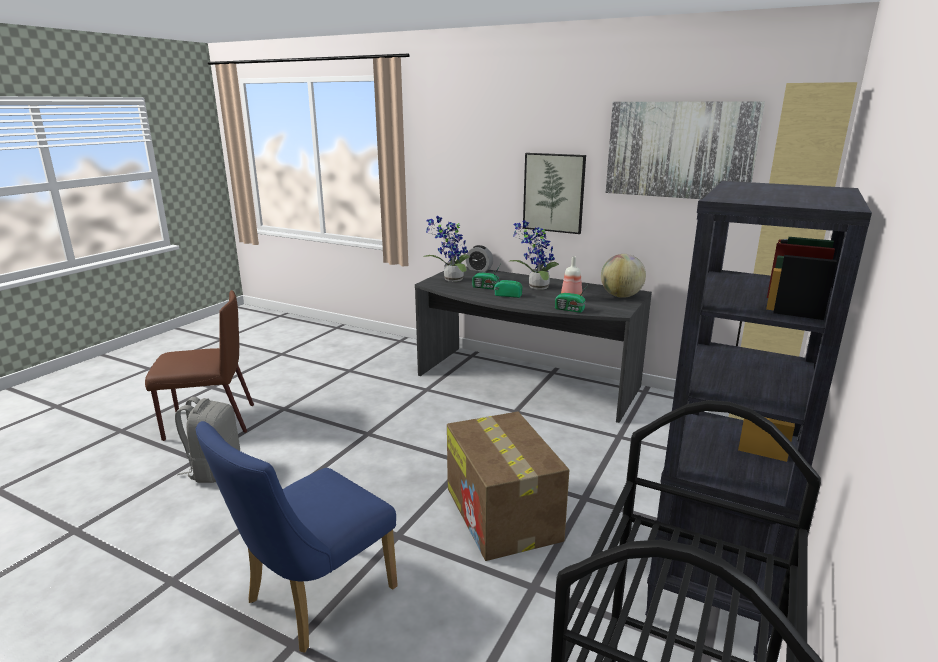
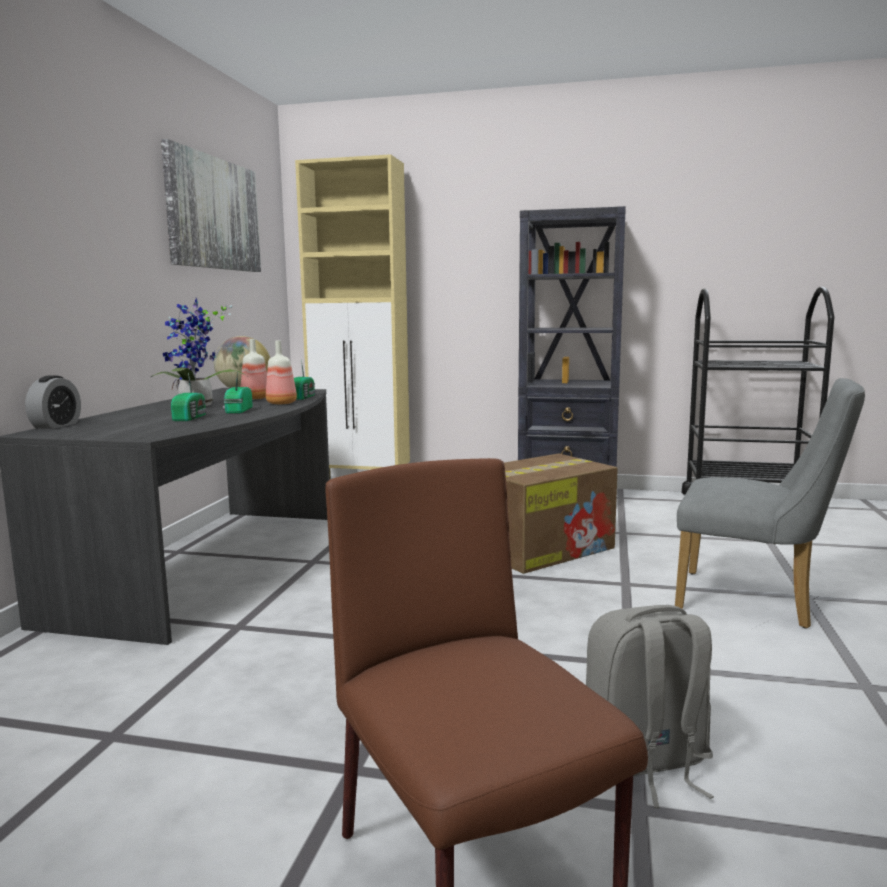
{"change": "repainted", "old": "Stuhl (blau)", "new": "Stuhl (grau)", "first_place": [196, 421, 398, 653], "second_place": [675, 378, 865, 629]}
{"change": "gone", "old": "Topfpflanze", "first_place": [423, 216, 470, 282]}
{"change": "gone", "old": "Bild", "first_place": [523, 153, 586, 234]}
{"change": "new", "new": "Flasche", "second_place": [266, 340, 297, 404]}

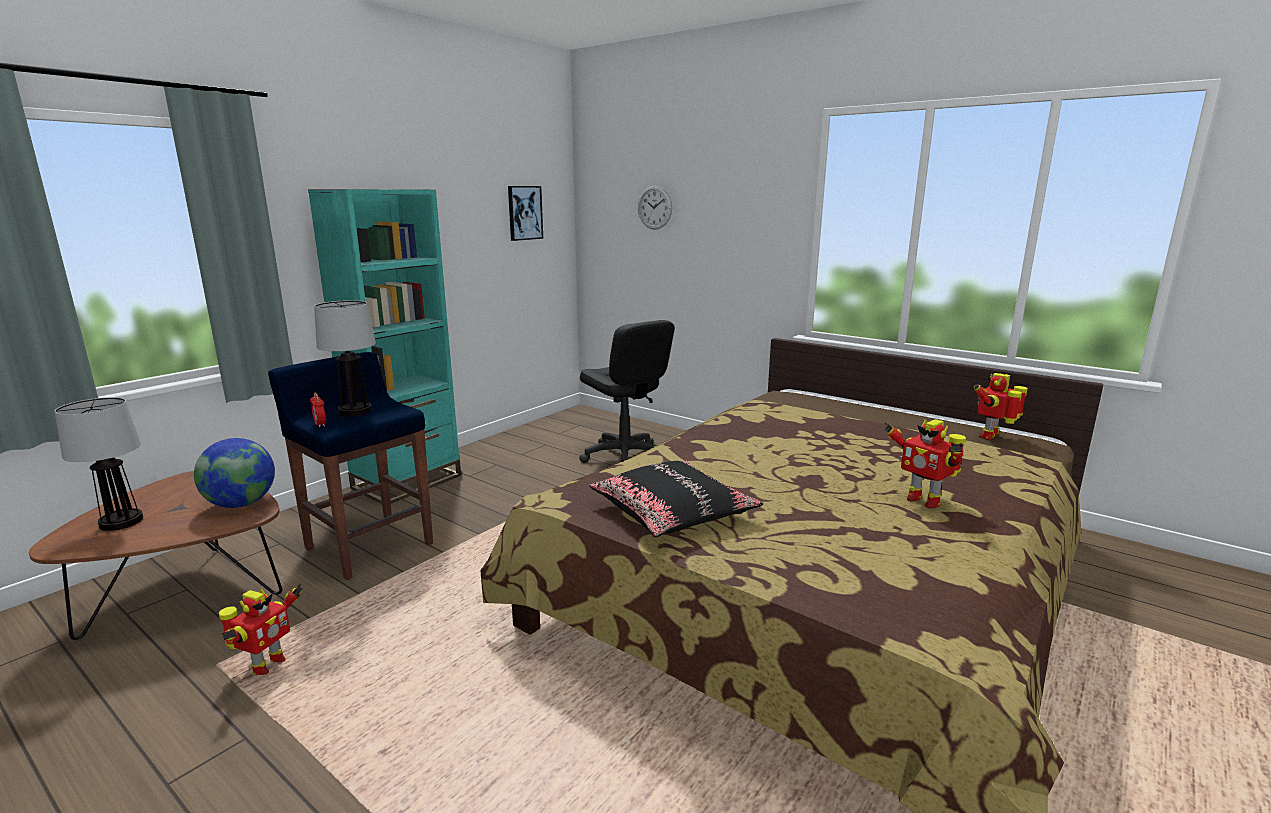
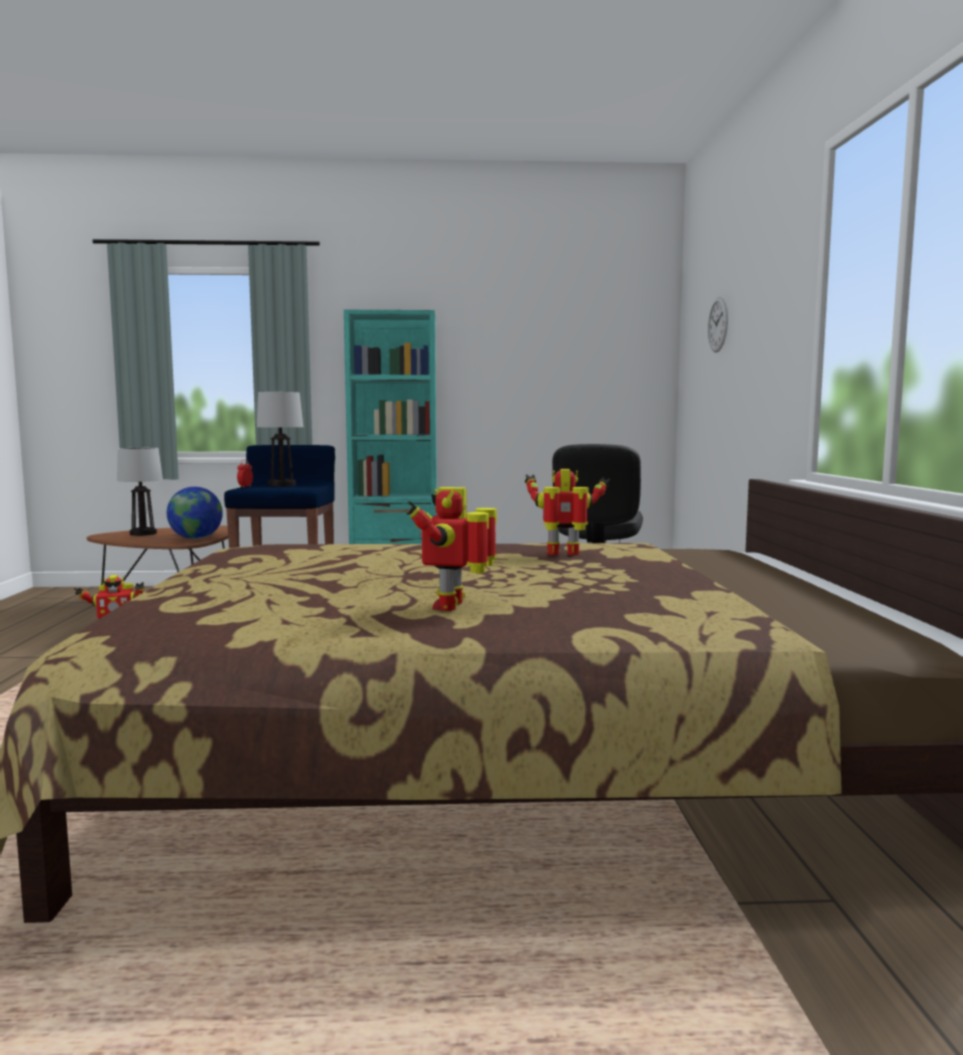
{"change": "gone", "old": "Bild", "first_place": [508, 186, 543, 241]}
{"change": "gone", "old": "Kissen (schwarz)", "first_place": [589, 461, 763, 537]}
{"change": "shifted", "old": "Spielzeugroboter", "first_place": [972, 373, 1028, 440], "second_place": [525, 469, 610, 555]}

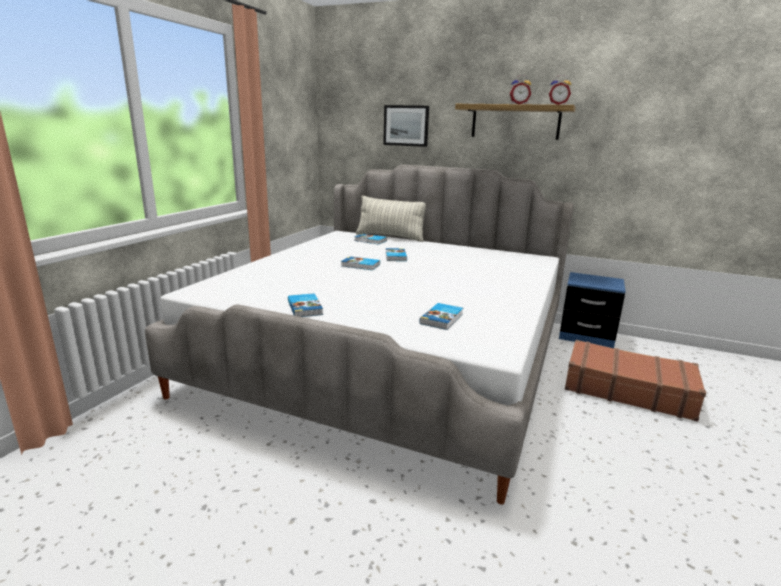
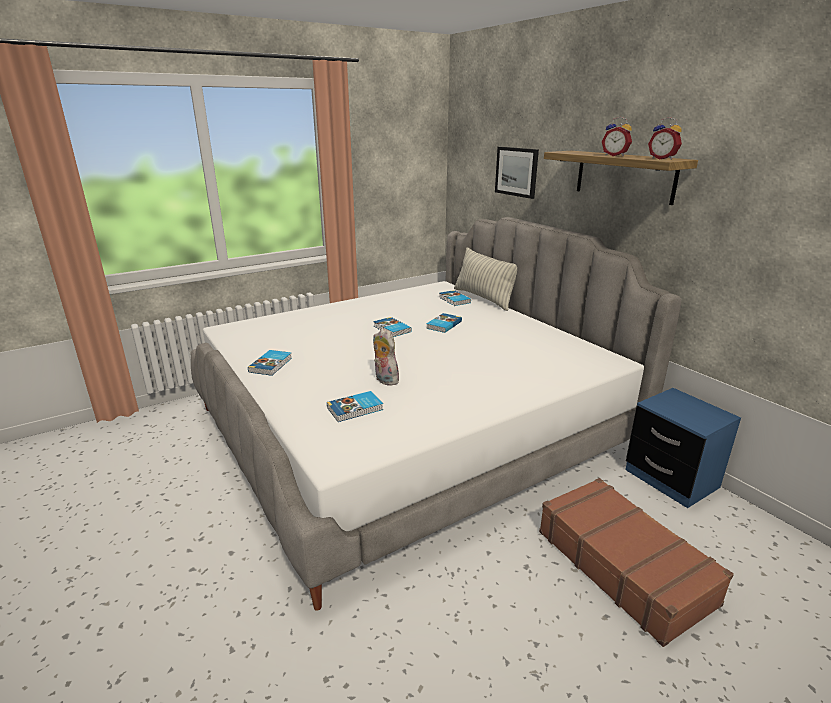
{"change": "new", "new": "Plüschtier", "second_place": [373, 328, 402, 386]}

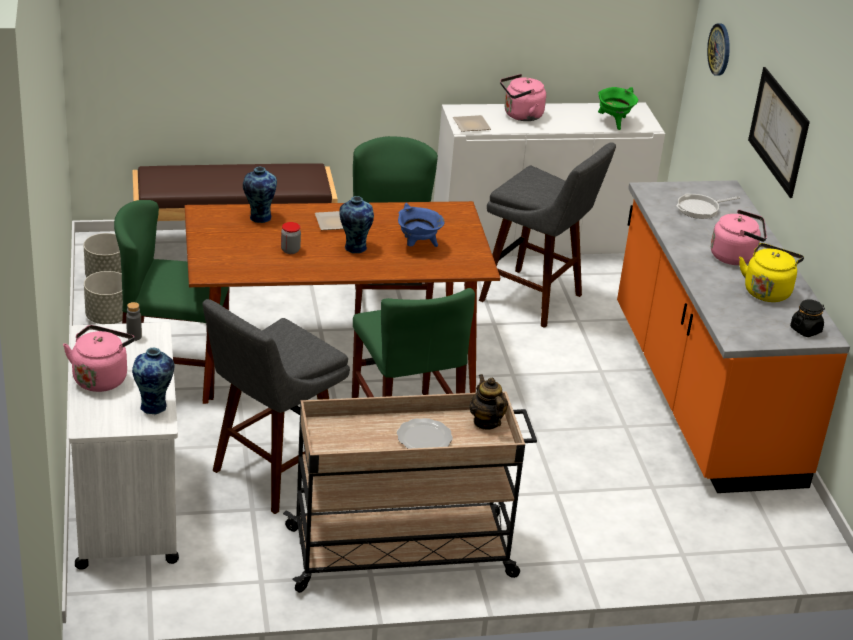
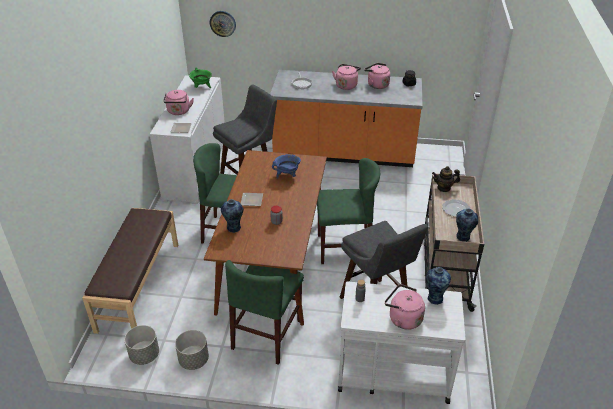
{"change": "shifted", "old": "Vase", "first_place": [339, 196, 374, 253], "second_place": [456, 208, 478, 242]}
{"change": "repainted", "old": "Wasserkessel (gelb)", "new": "Wasserkessel (rosa)", "first_place": [739, 243, 804, 302], "second_place": [364, 63, 390, 89]}
{"change": "gone", "old": "Bild", "first_place": [748, 67, 810, 198]}

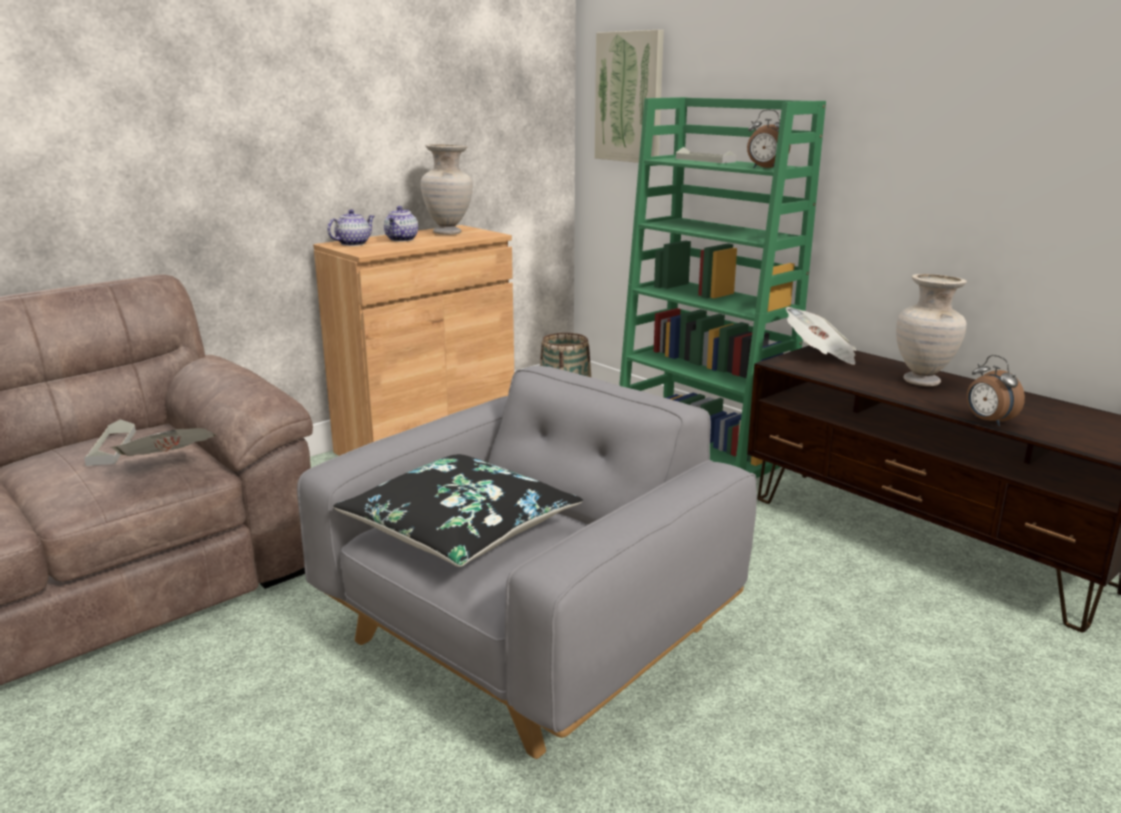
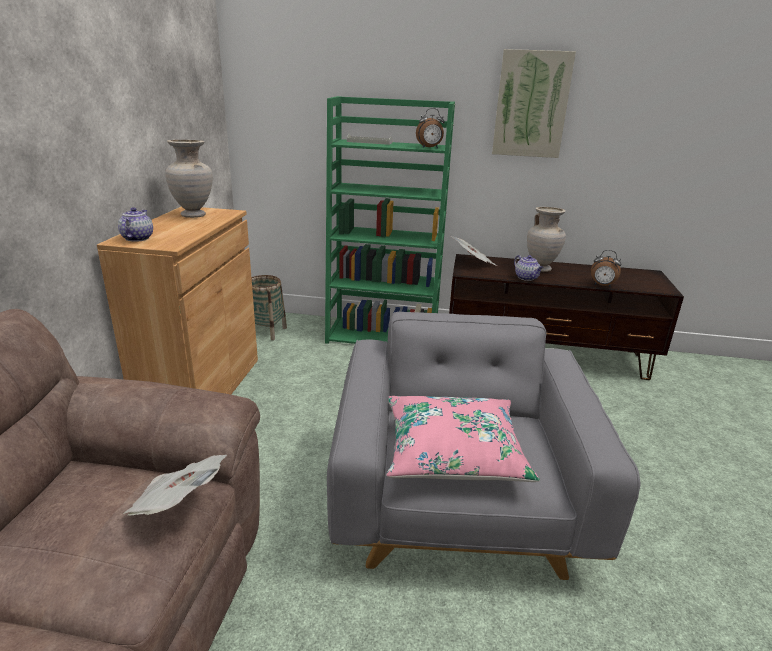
{"change": "gone", "old": "Tablett (grau)", "first_place": [84, 420, 136, 466]}
{"change": "repainted", "old": "Kissen (schwarz)", "new": "Kissen (rosa)", "first_place": [333, 454, 583, 567], "second_place": [386, 396, 540, 482]}
{"change": "shifted", "old": "Teekanne", "first_place": [384, 206, 418, 242], "second_place": [514, 255, 544, 281]}
{"change": "shifted", "old": "Bild", "first_place": [595, 30, 664, 163], "second_place": [492, 49, 576, 158]}

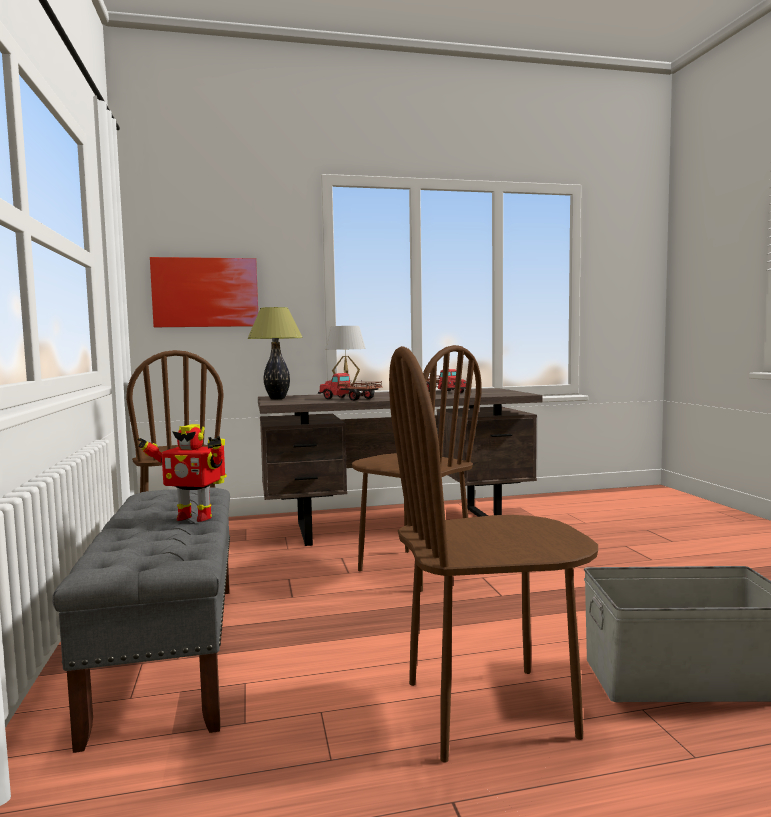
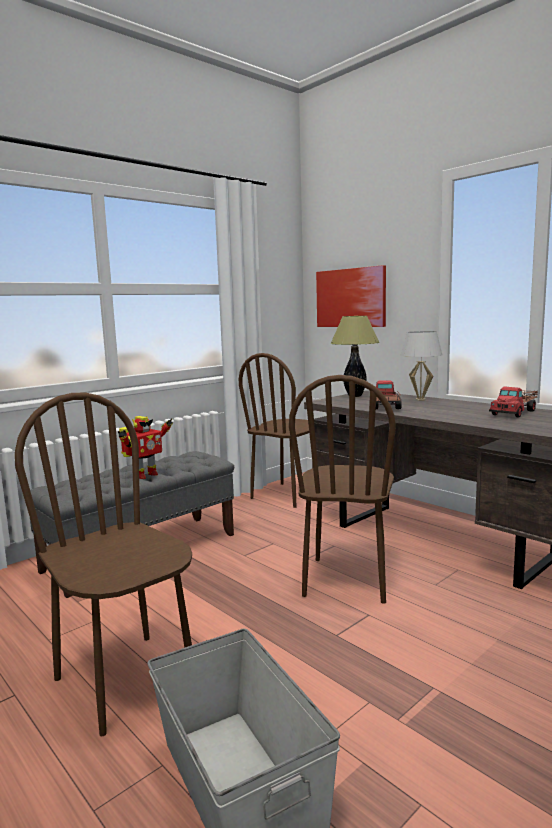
{"change": "rotated", "old": "Spielzeugroboter", "first_place": [137, 424, 227, 522], "second_place": [118, 416, 173, 479], "degrees": -120}

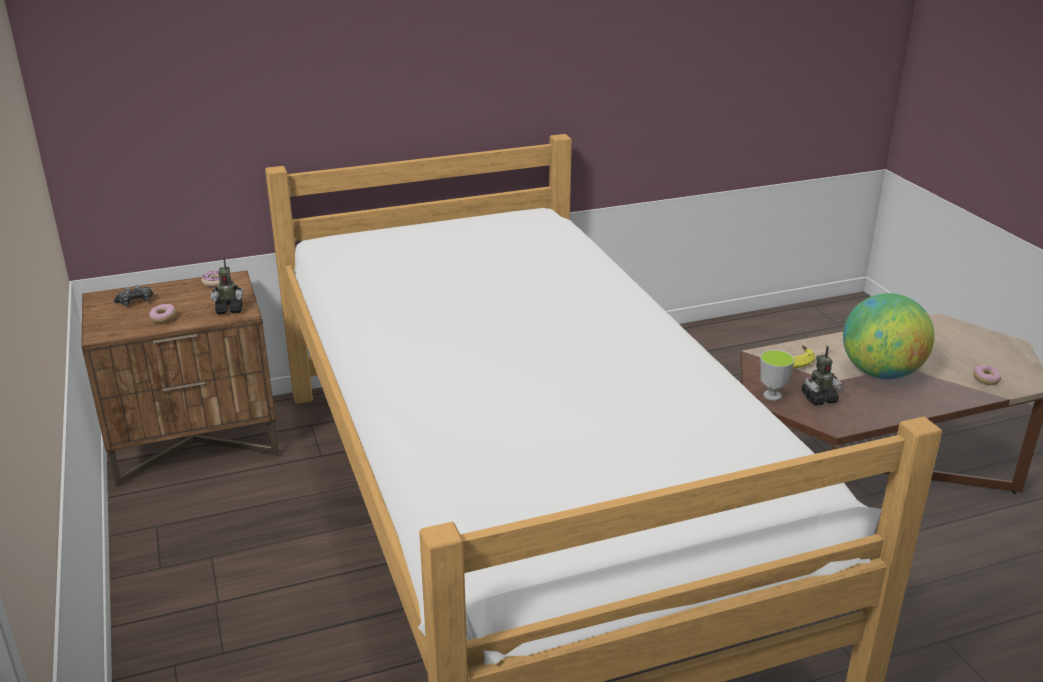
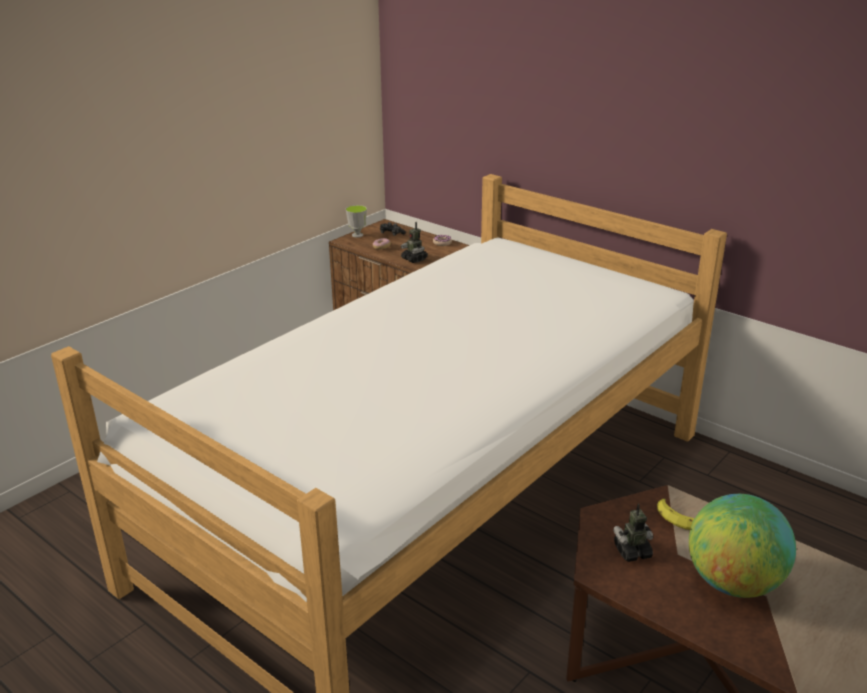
{"change": "shifted", "old": "Tasse", "first_place": [760, 350, 795, 401], "second_place": [346, 205, 367, 238]}
{"change": "rotated", "old": "Spielzeugroboter", "first_place": [802, 346, 843, 405], "second_place": [613, 503, 653, 562], "degrees": 120}
{"change": "gone", "old": "Donut", "first_place": [973, 365, 1001, 385]}

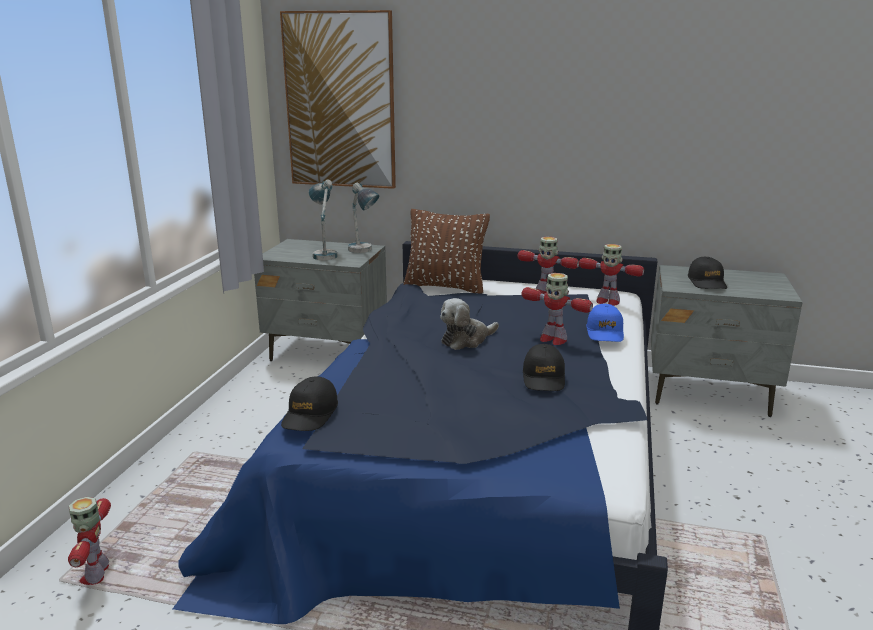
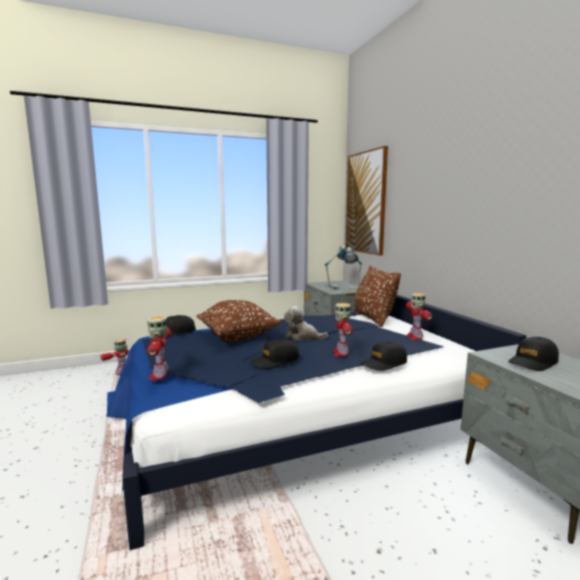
{"change": "shifted", "old": "Spielzeugroboter", "first_place": [579, 244, 644, 306], "second_place": [147, 317, 171, 380]}
{"change": "repainted", "old": "Kappe (blau)", "new": "Kappe (schwarz)", "first_place": [586, 304, 624, 342], "second_place": [361, 341, 407, 371]}
{"change": "new", "new": "Kissen (braun)", "second_place": [196, 300, 281, 342]}

